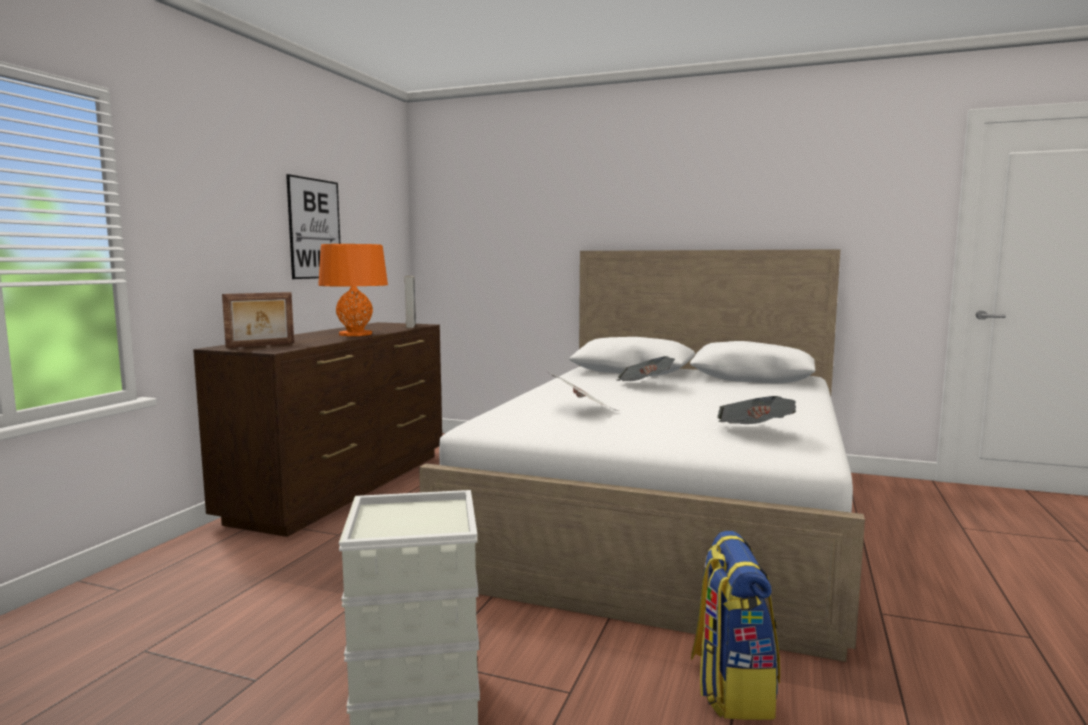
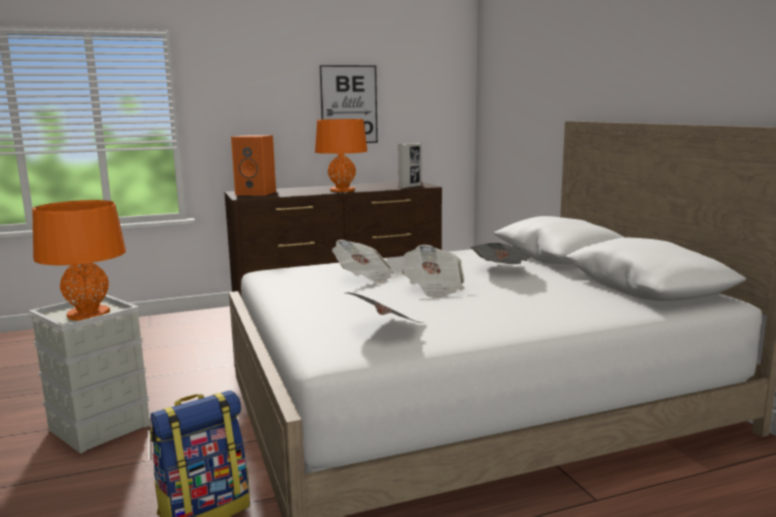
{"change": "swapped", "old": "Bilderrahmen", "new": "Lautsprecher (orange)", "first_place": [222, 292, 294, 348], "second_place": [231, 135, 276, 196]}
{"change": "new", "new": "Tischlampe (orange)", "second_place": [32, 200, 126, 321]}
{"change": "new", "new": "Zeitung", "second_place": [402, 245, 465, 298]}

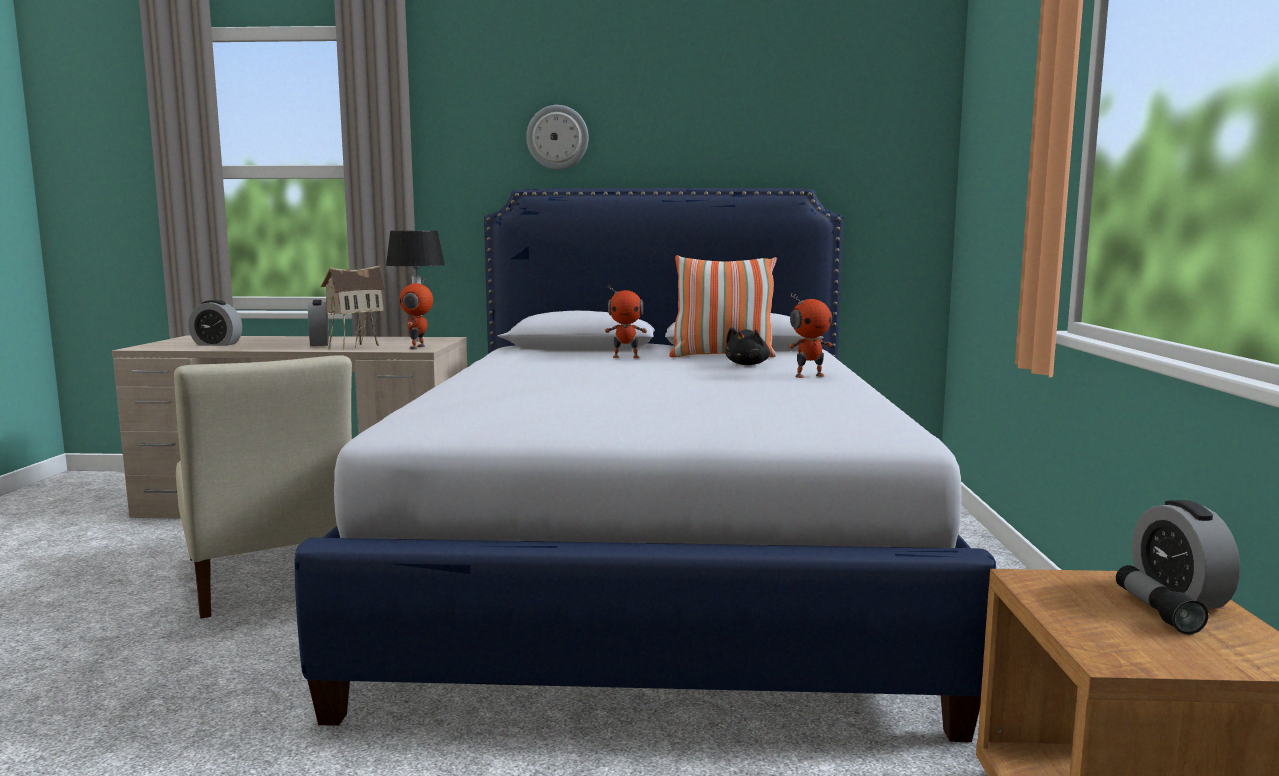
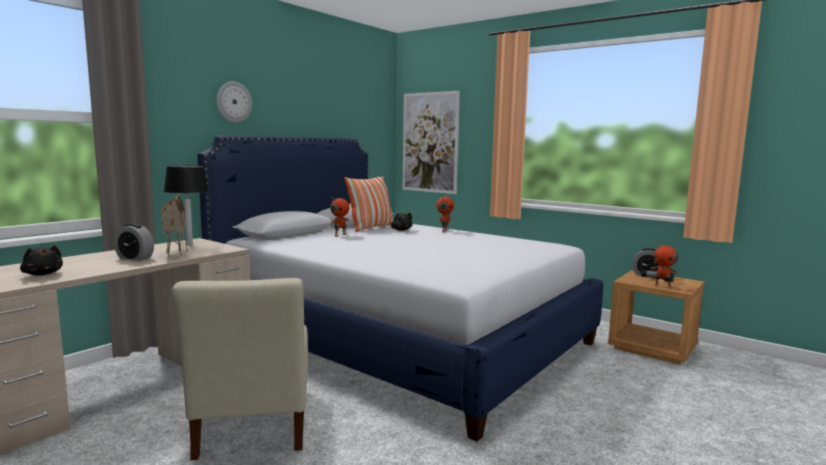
{"change": "rotated", "old": "Stuhl (beige)", "first_place": [174, 355, 352, 619], "second_place": [172, 278, 308, 460], "degrees": 75}
{"change": "swapped", "old": "Wecker", "new": "Plüschtier (schwarz)", "first_place": [188, 300, 242, 346], "second_place": [20, 245, 63, 276]}
{"change": "shifted", "old": "Spielzeugroboter", "first_place": [399, 277, 433, 349], "second_place": [651, 241, 679, 289]}
{"change": "new", "new": "Bild", "second_place": [403, 91, 460, 194]}

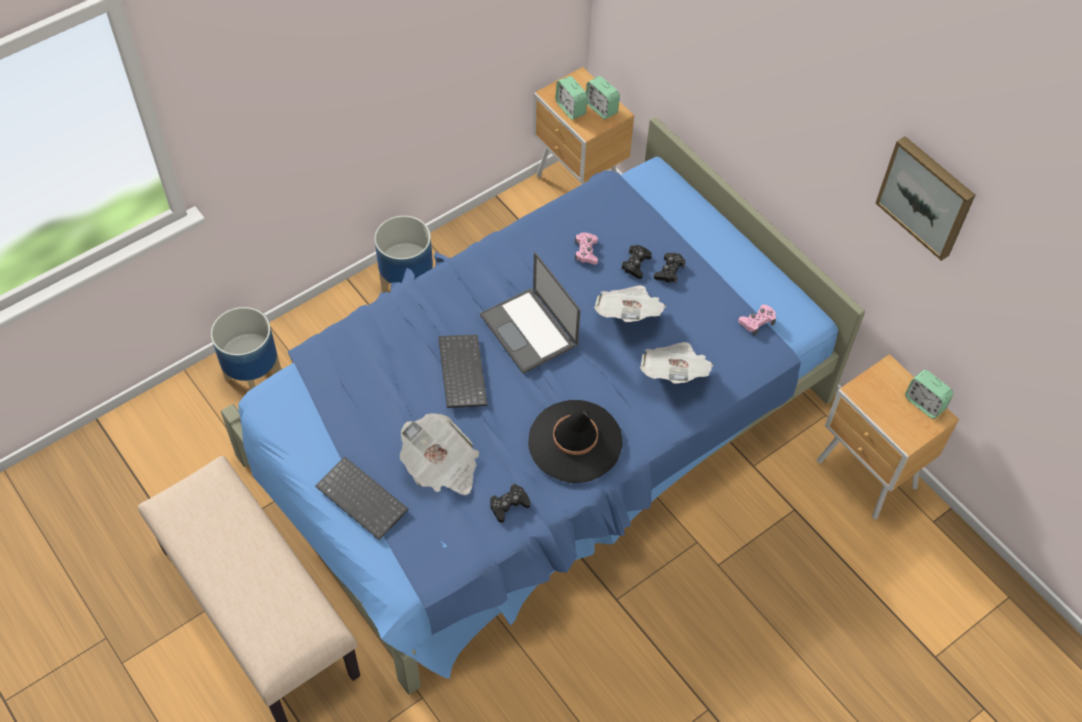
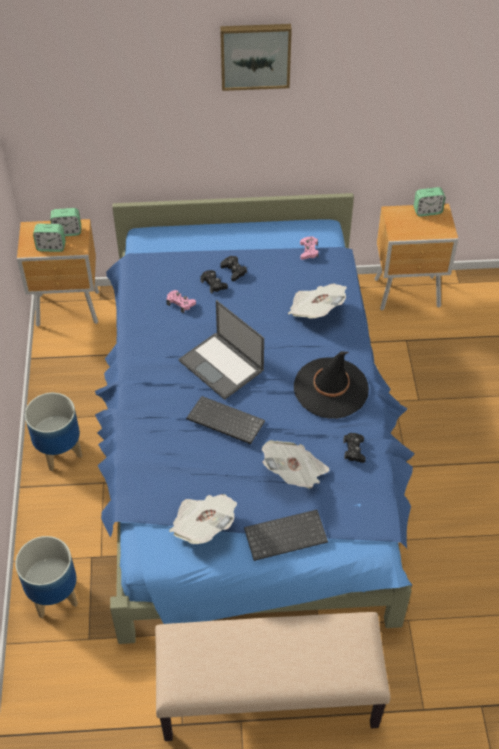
{"change": "rotated", "old": "Laptop", "first_place": [480, 252, 581, 374], "second_place": [179, 300, 264, 400], "degrees": 45}
{"change": "shifted", "old": "Zeitung", "first_place": [594, 285, 666, 322], "second_place": [169, 494, 237, 544]}
{"change": "shifted", "old": "Bild", "first_place": [875, 136, 975, 261], "second_place": [220, 24, 292, 91]}

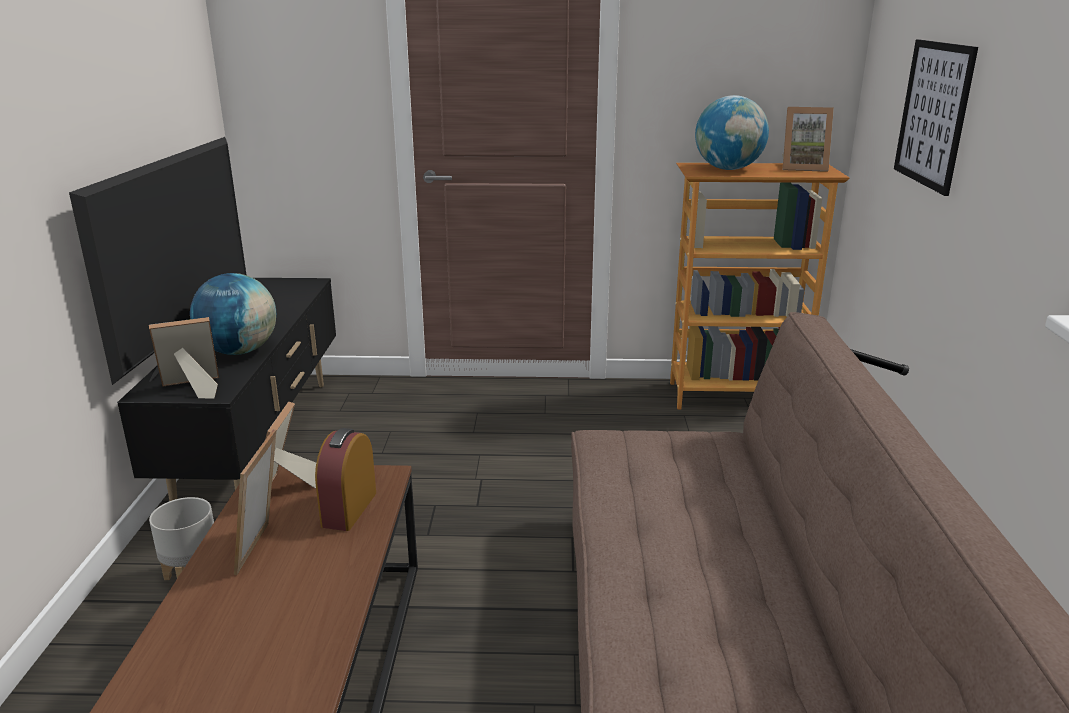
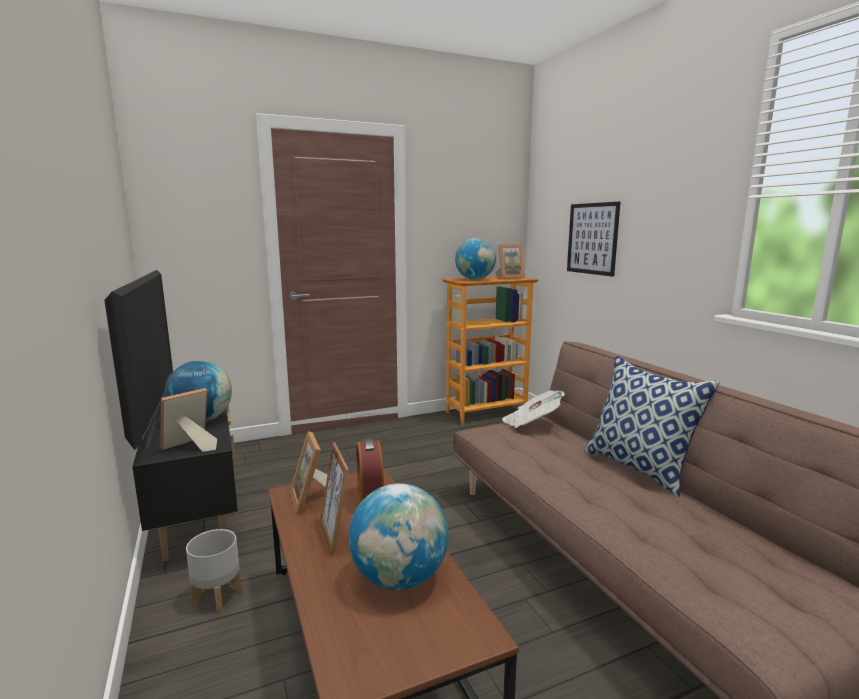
{"change": "new", "new": "Globus", "second_place": [349, 483, 448, 590]}
{"change": "new", "new": "Zeitung", "second_place": [502, 390, 565, 428]}
{"change": "new", "new": "Kissen", "second_place": [584, 355, 720, 497]}

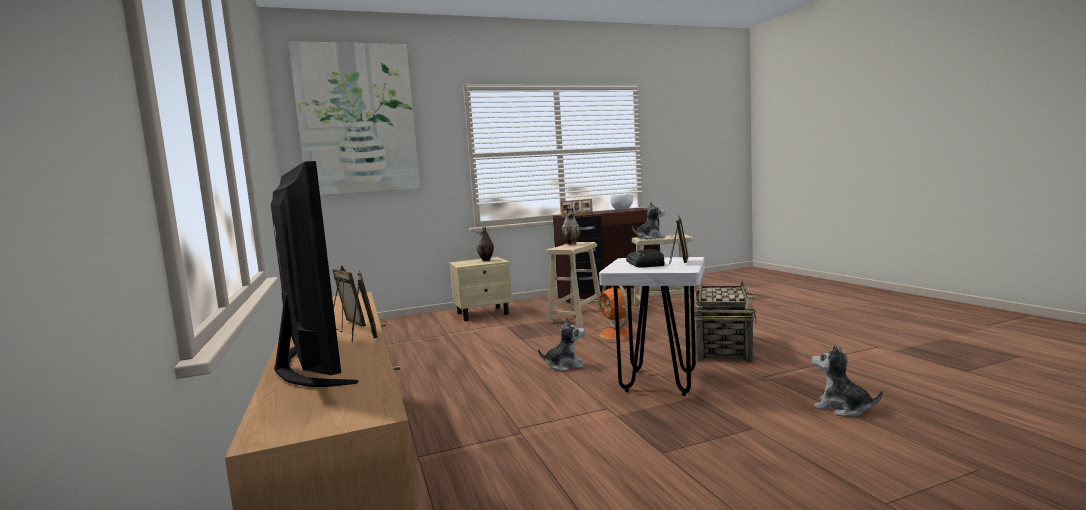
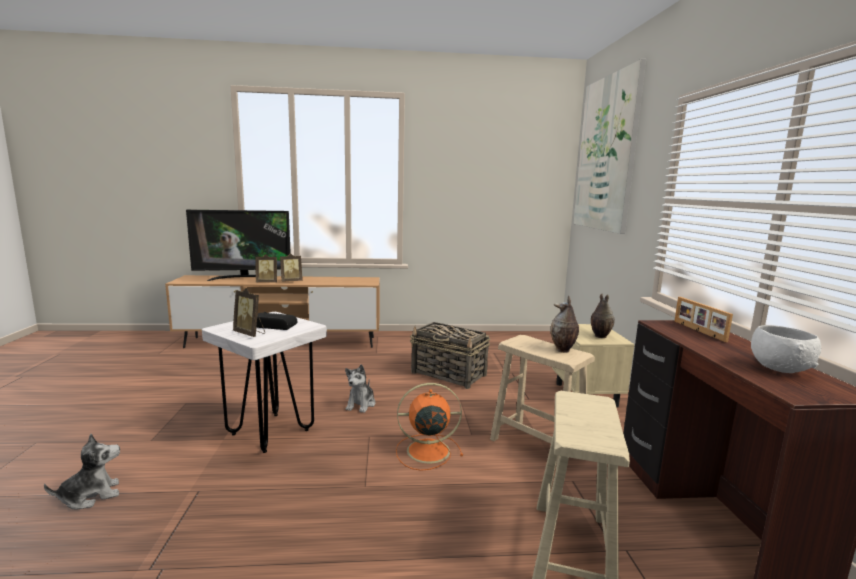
{"change": "gone", "old": "Plüschtier", "first_place": [632, 202, 665, 239]}
{"change": "shifted", "old": "Korb", "first_place": [694, 280, 757, 362], "second_place": [410, 322, 490, 389]}

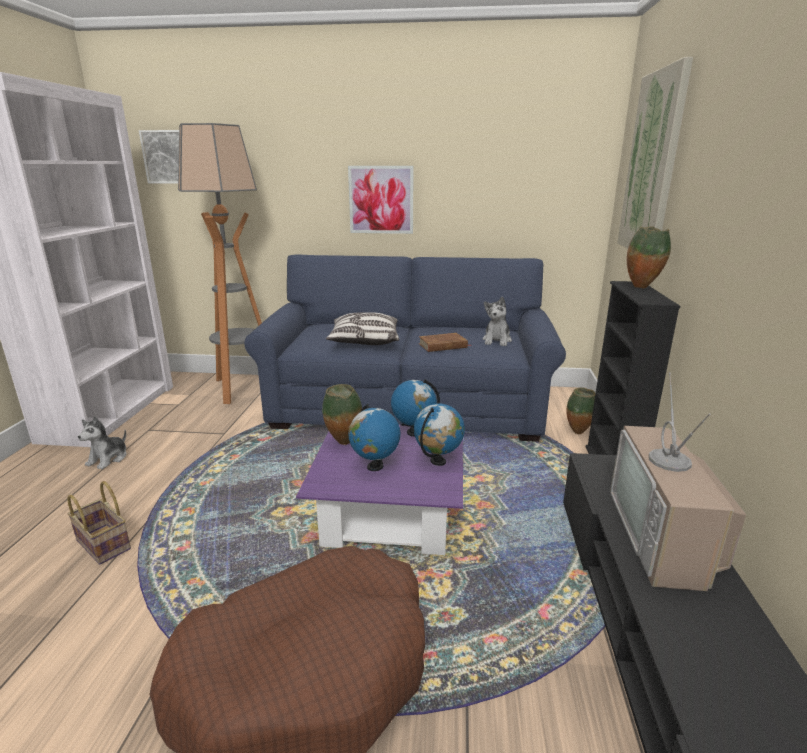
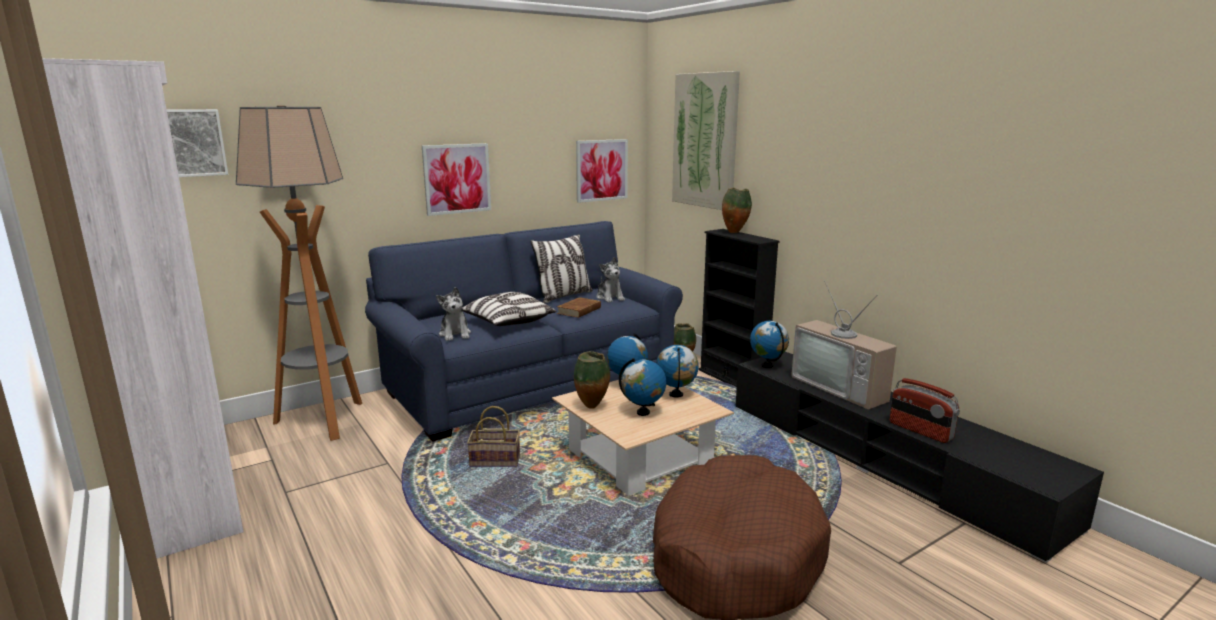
{"change": "shifted", "old": "Korb", "first_place": [67, 481, 131, 565], "second_place": [467, 406, 520, 467]}
{"change": "shifted", "old": "Plüschtier", "first_place": [78, 416, 126, 470], "second_place": [436, 287, 471, 341]}
{"change": "repainted", "old": "Couchtisch (lila)", "new": "Couchtisch (beige)", "first_place": [296, 425, 463, 555], "second_place": [552, 380, 734, 496]}
{"change": "new", "new": "Kissen", "second_place": [530, 234, 593, 304]}
{"change": "new", "new": "Bild", "second_place": [576, 139, 628, 203]}
{"change": "new", "new": "Globus", "second_place": [750, 321, 789, 368]}
{"change": "new", "new": "Radio", "second_place": [890, 378, 960, 443]}

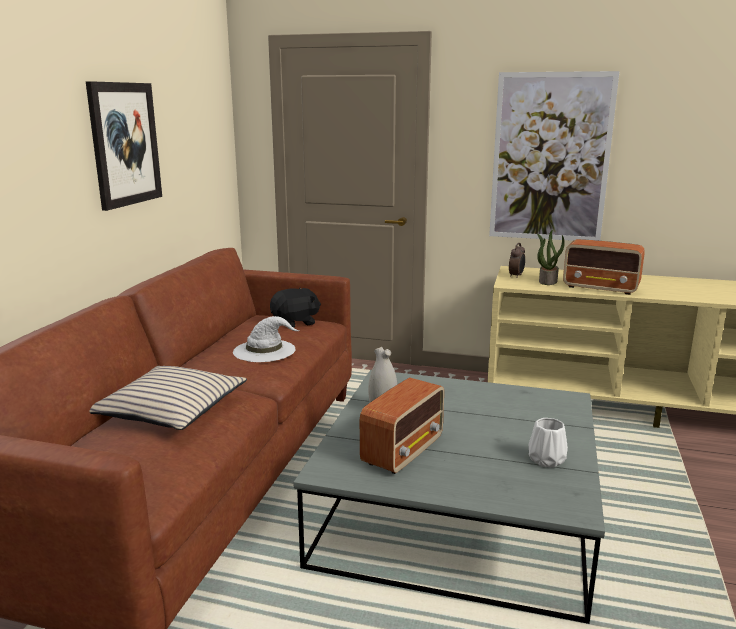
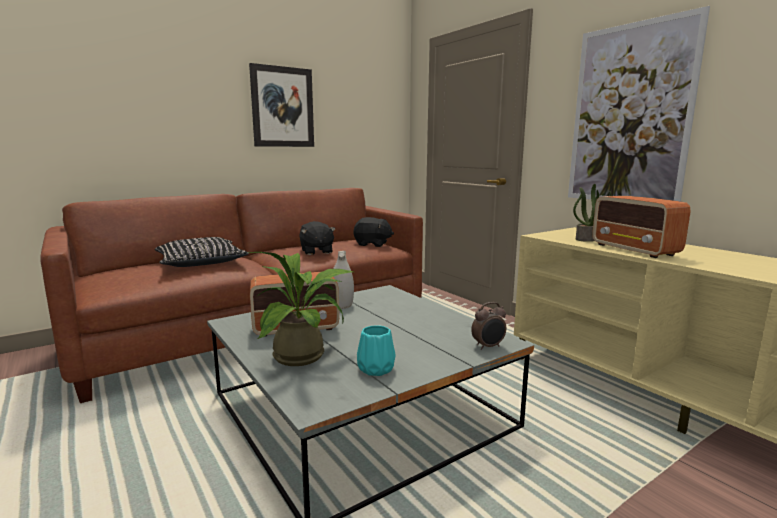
{"change": "repainted", "old": "Kissen (beige)", "new": "Kissen (schwarz)", "first_place": [89, 366, 247, 430], "second_place": [155, 237, 249, 267]}
{"change": "swapped", "old": "Hut (weiß)", "new": "Plüschtier (schwarz)", "first_place": [233, 316, 300, 362], "second_place": [299, 221, 336, 255]}
{"change": "shifted", "old": "Wecker", "first_place": [509, 243, 525, 278], "second_place": [471, 302, 506, 350]}
{"change": "repainted", "old": "Vase (weiß)", "new": "Vase (türkis)", "first_place": [529, 418, 568, 468], "second_place": [357, 325, 396, 376]}
{"change": "new", "new": "Topfpflanze", "second_place": [247, 252, 353, 366]}

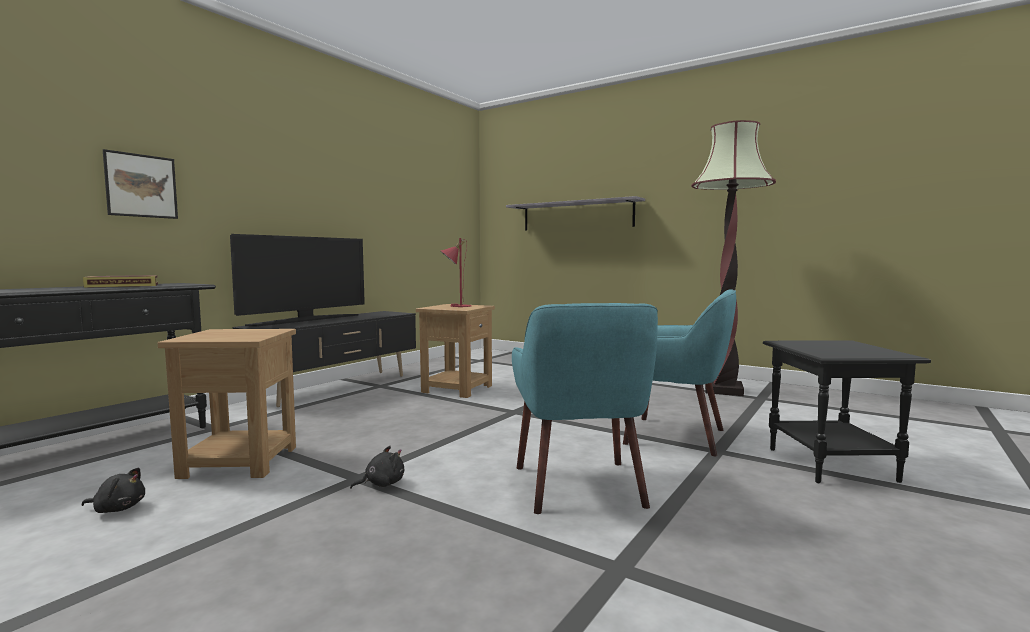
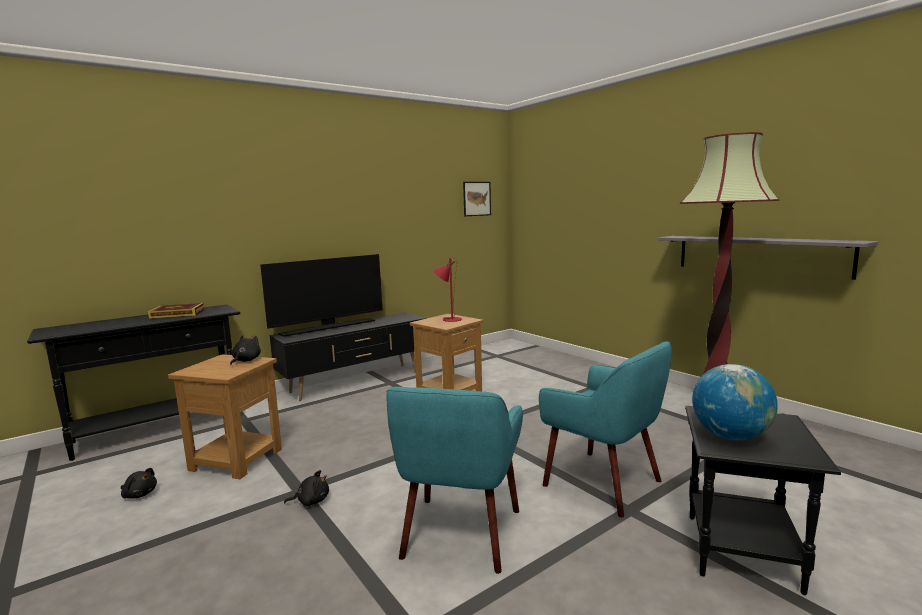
{"change": "shifted", "old": "Bild", "first_place": [103, 149, 178, 219], "second_place": [463, 182, 491, 216]}
{"change": "shifted", "old": "Wandregal (grau)", "first_place": [506, 196, 645, 231], "second_place": [657, 236, 879, 280]}
{"change": "new", "new": "Plüschtier (schwarz)", "second_place": [230, 335, 261, 365]}
{"change": "new", "new": "Globus", "second_place": [692, 364, 778, 441]}

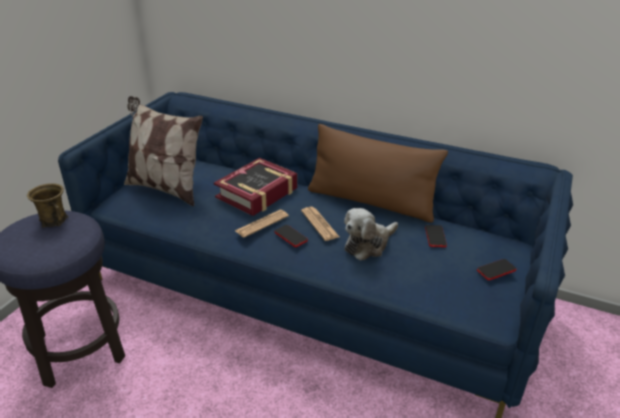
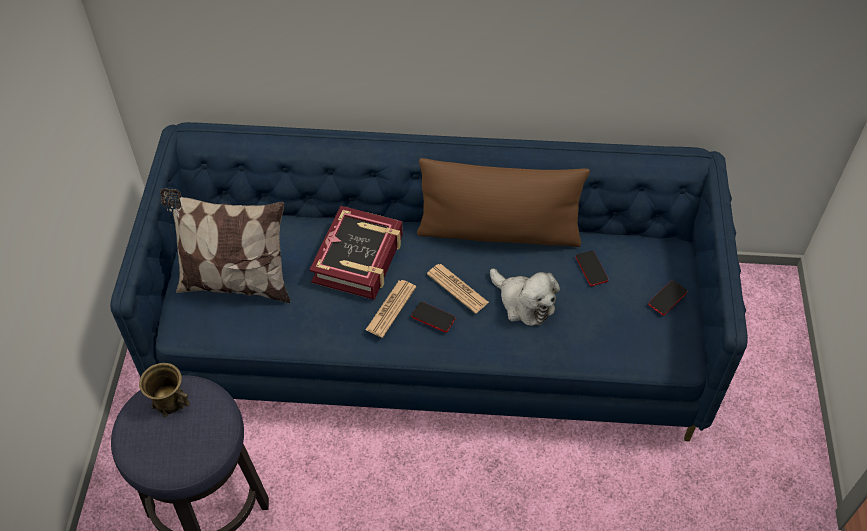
{"change": "rotated", "old": "Plüschtier", "first_place": [344, 208, 398, 261], "second_place": [490, 269, 560, 326], "degrees": -75}

